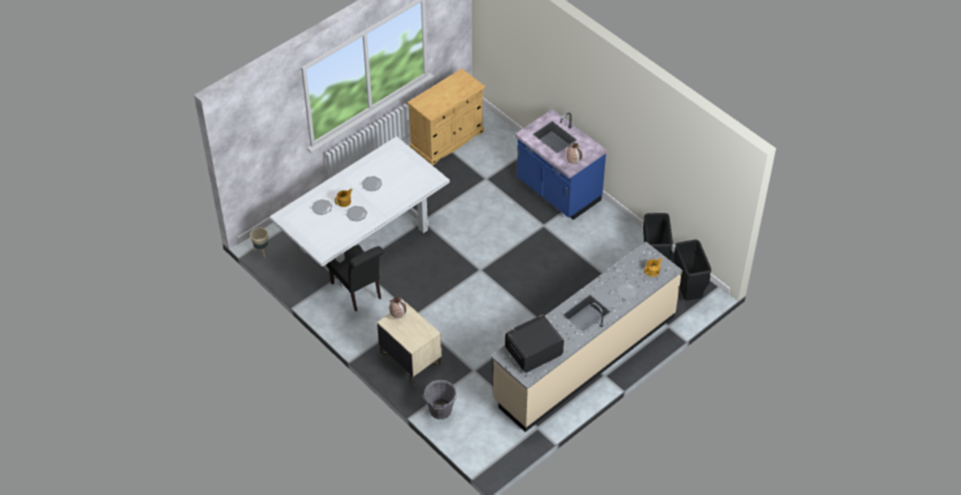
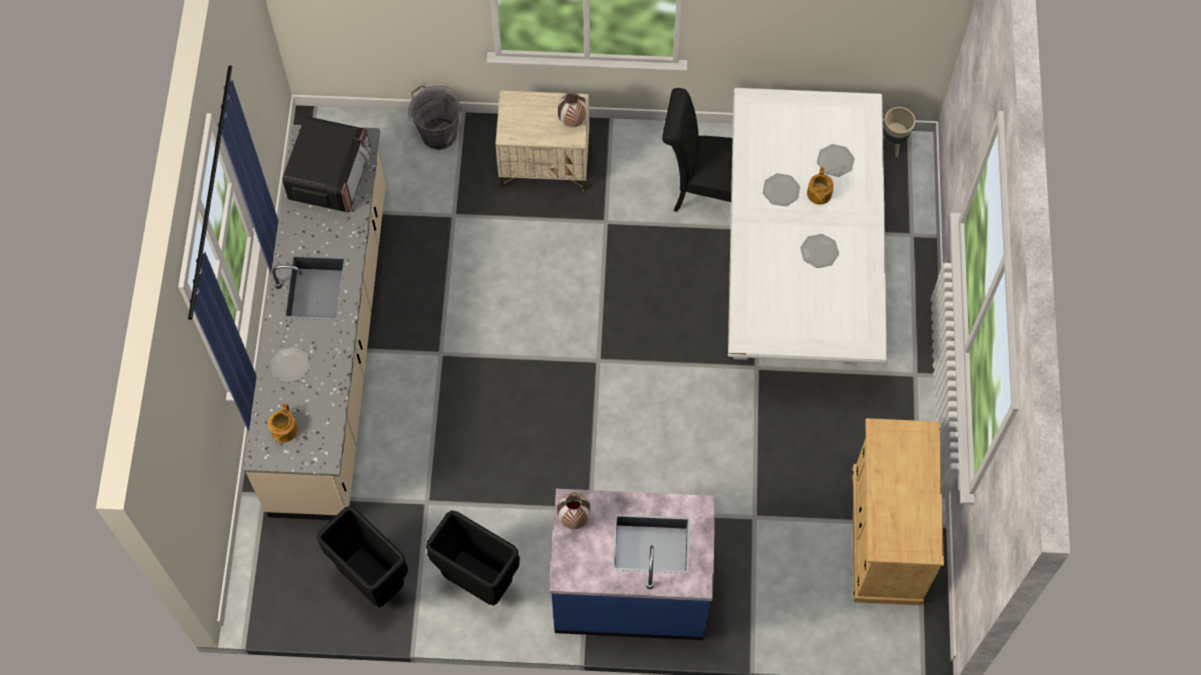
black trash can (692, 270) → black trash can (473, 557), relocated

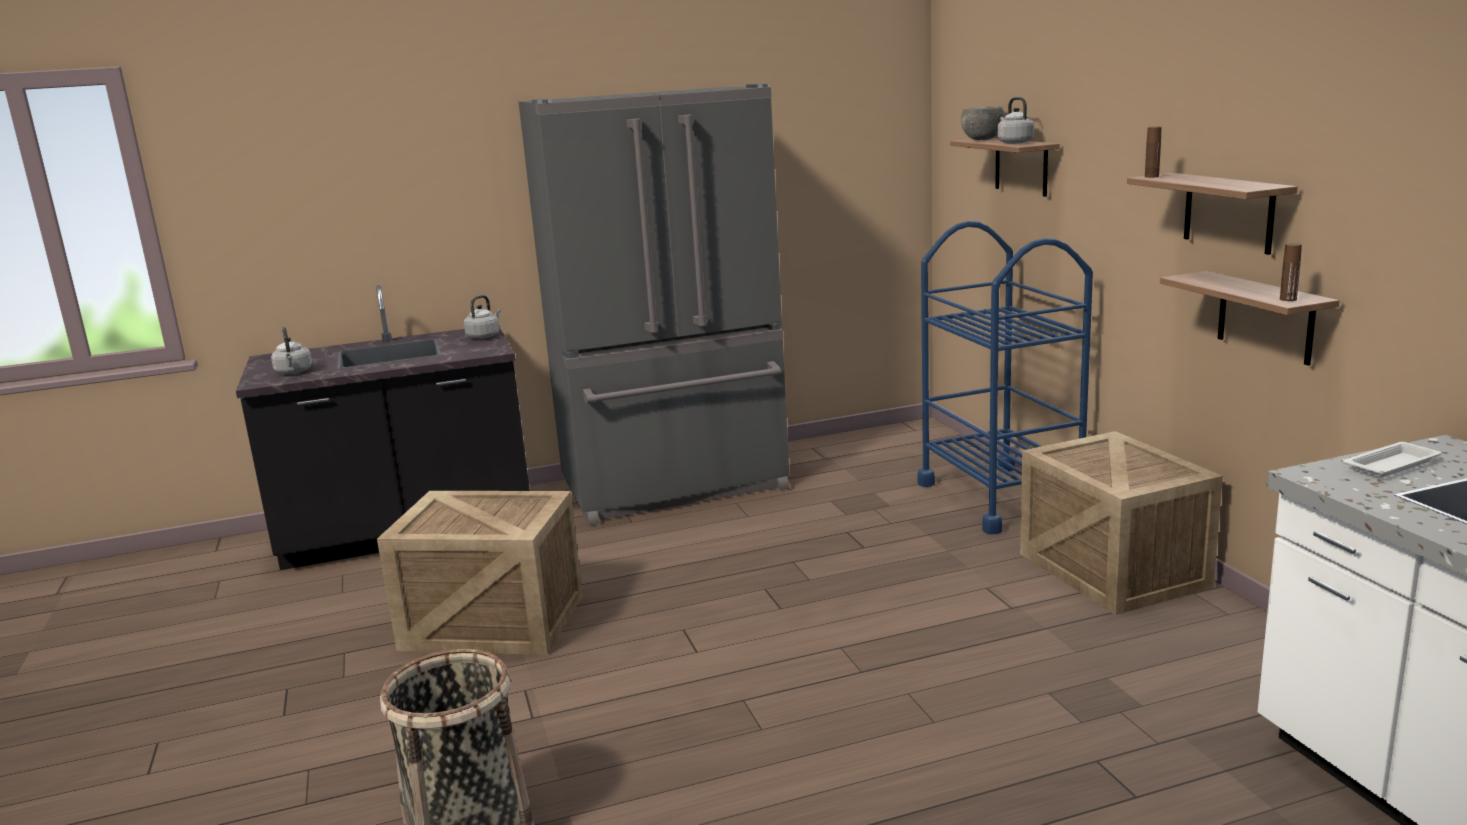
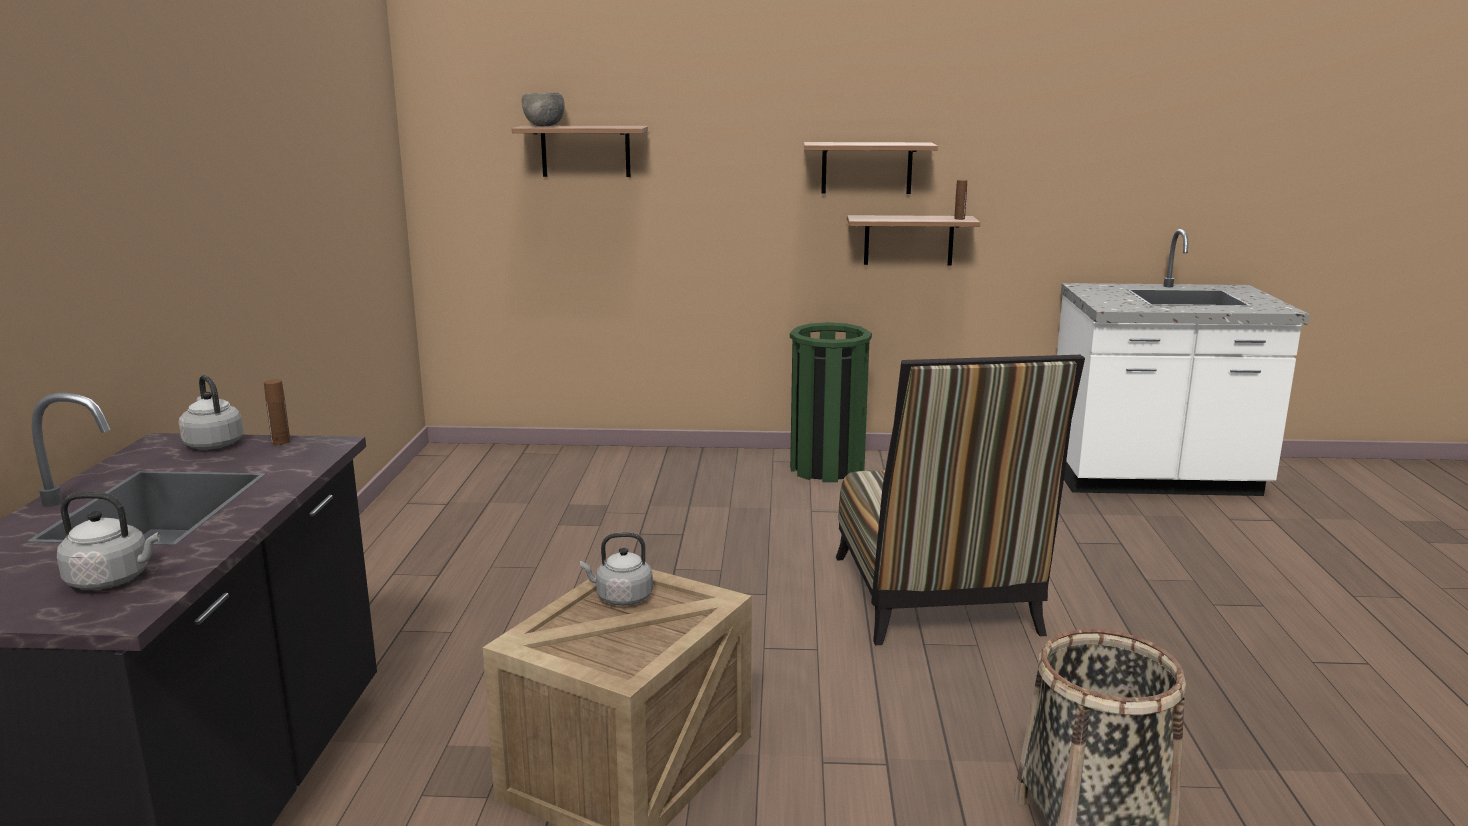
brown bottle (1153, 152) → brown bottle (277, 412), relocated
grey kettle (1015, 120) → grey kettle (616, 569), relocated
crate (1121, 523) → green trash can (831, 402)
- → chair (960, 500)
grey fridge (654, 304) → -
blue cart (1005, 378) → -
white tray (1392, 460) → -

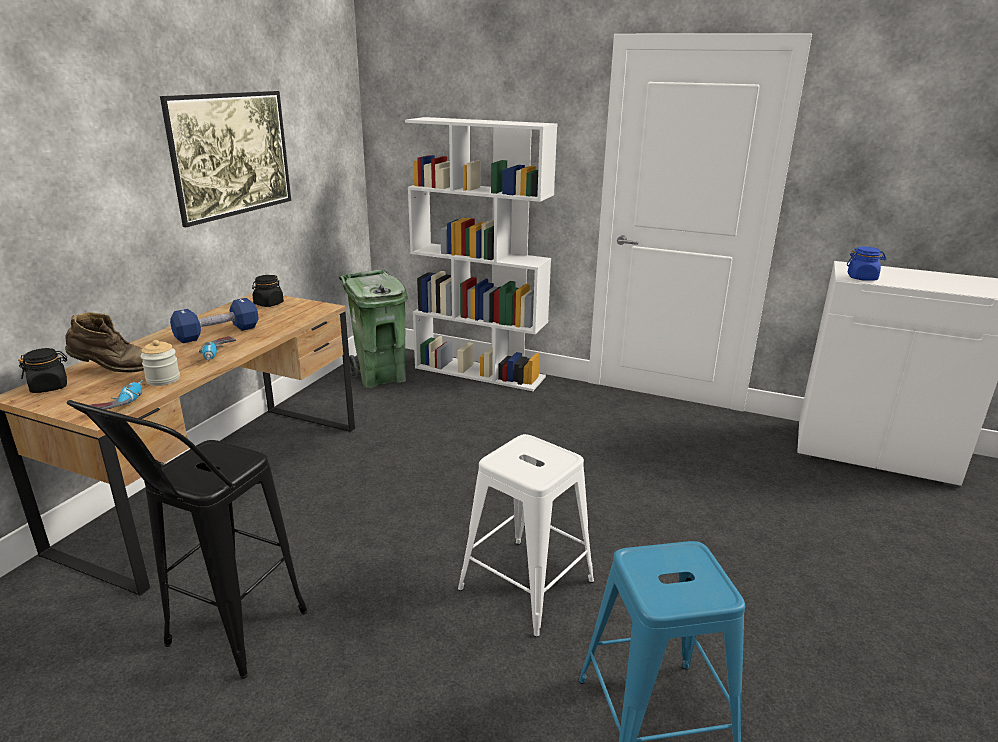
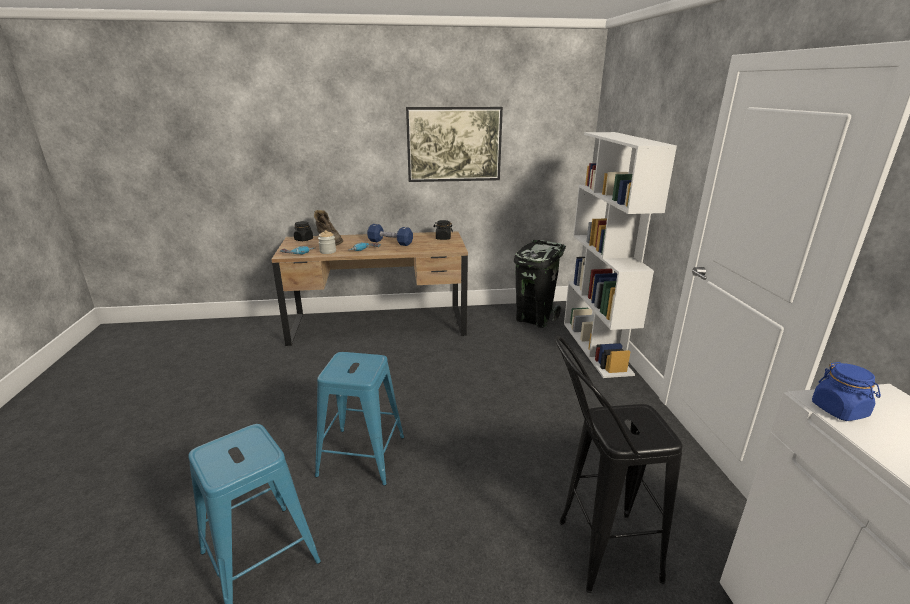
white stool (526, 535) → blue stool (359, 419)
green trash can (373, 329) → black trash can (540, 284)
black stool (187, 539) → black stool (618, 464), relocated

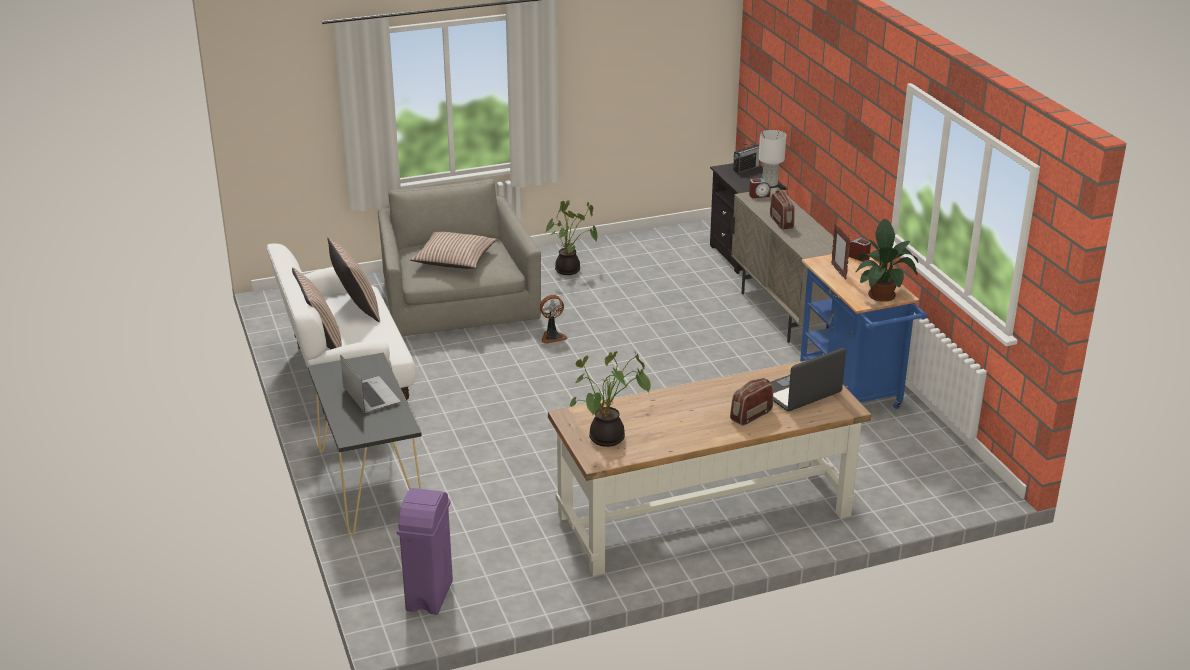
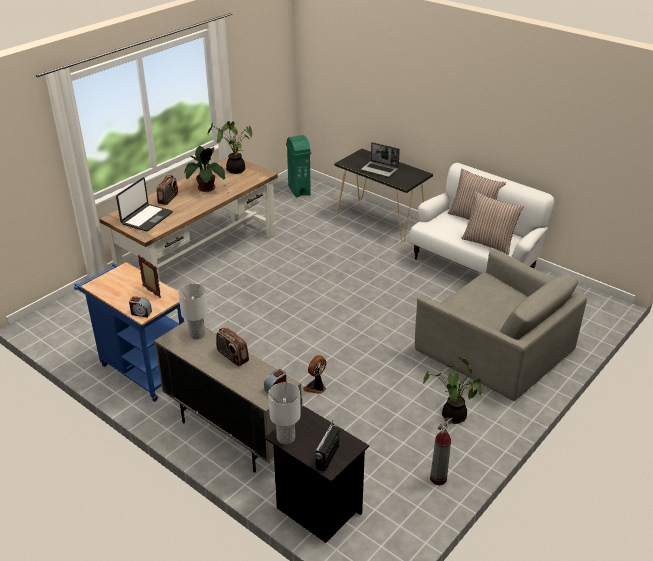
- → white table lamp (193, 311)
potted plant (886, 260) → potted plant (204, 169), relocated
purple trash can (425, 551) → green trash can (298, 166)
fan (553, 319) → fan (314, 374), relocated
- → fire extinguisher (441, 451)
pillow (453, 250) → -

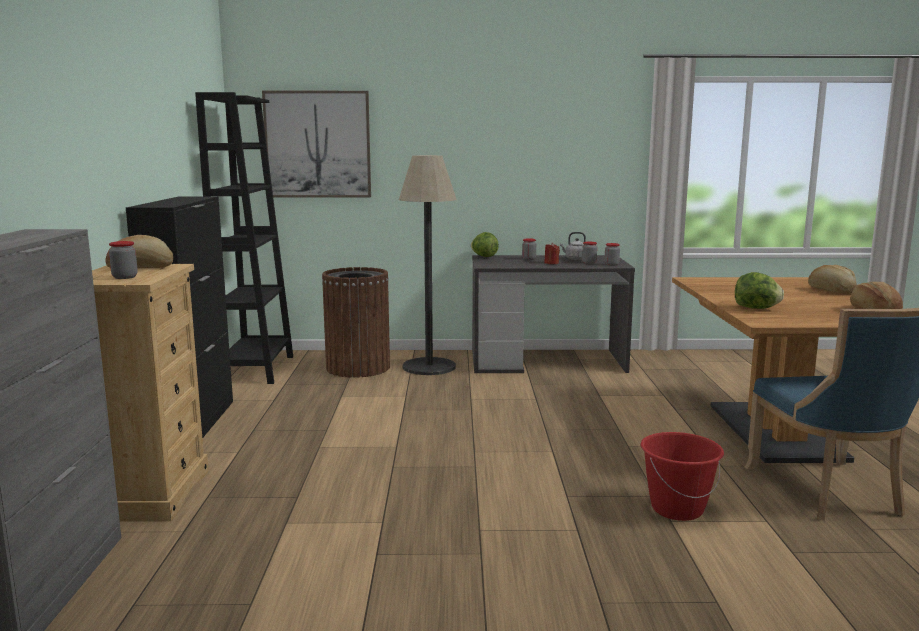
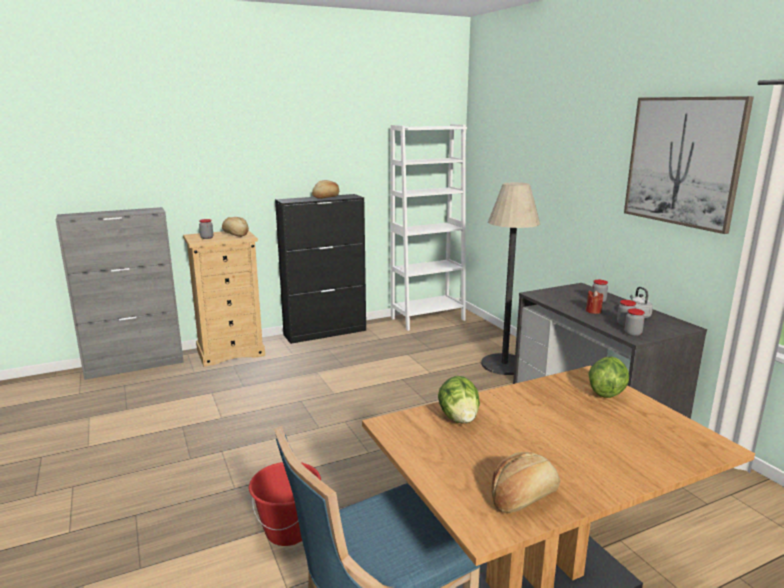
bread (832, 279) → bread (325, 189), relocated
black bookcase (244, 238) → white bookcase (429, 227)
lettuce (485, 244) → lettuce (608, 377), relocated
picture (316, 144) → picture (689, 165), relocated
brown trash can (356, 322) → -

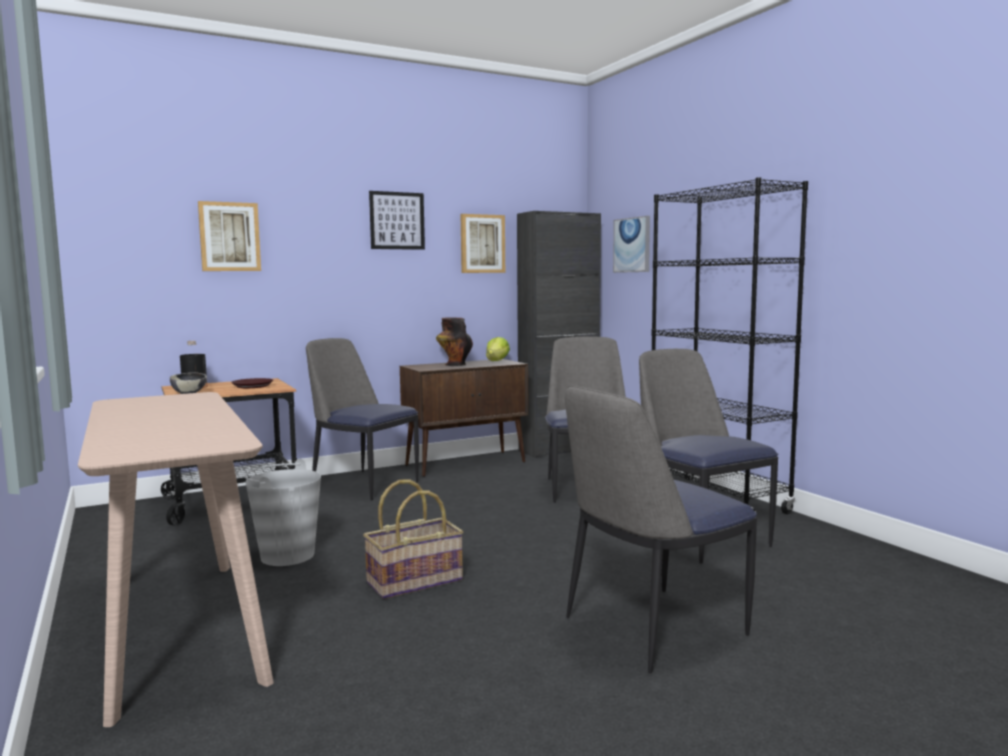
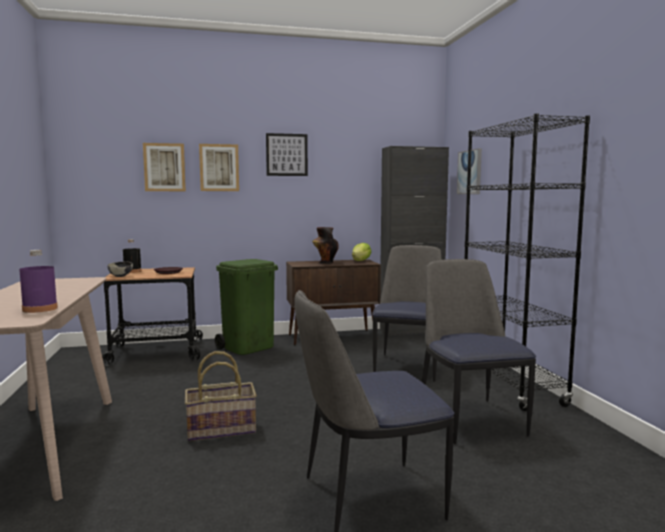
- → purple bottle (38, 281)
picture (483, 243) → picture (219, 167), relocated
chair (362, 419) → green trash can (246, 307)
grey bucket (283, 512) → -

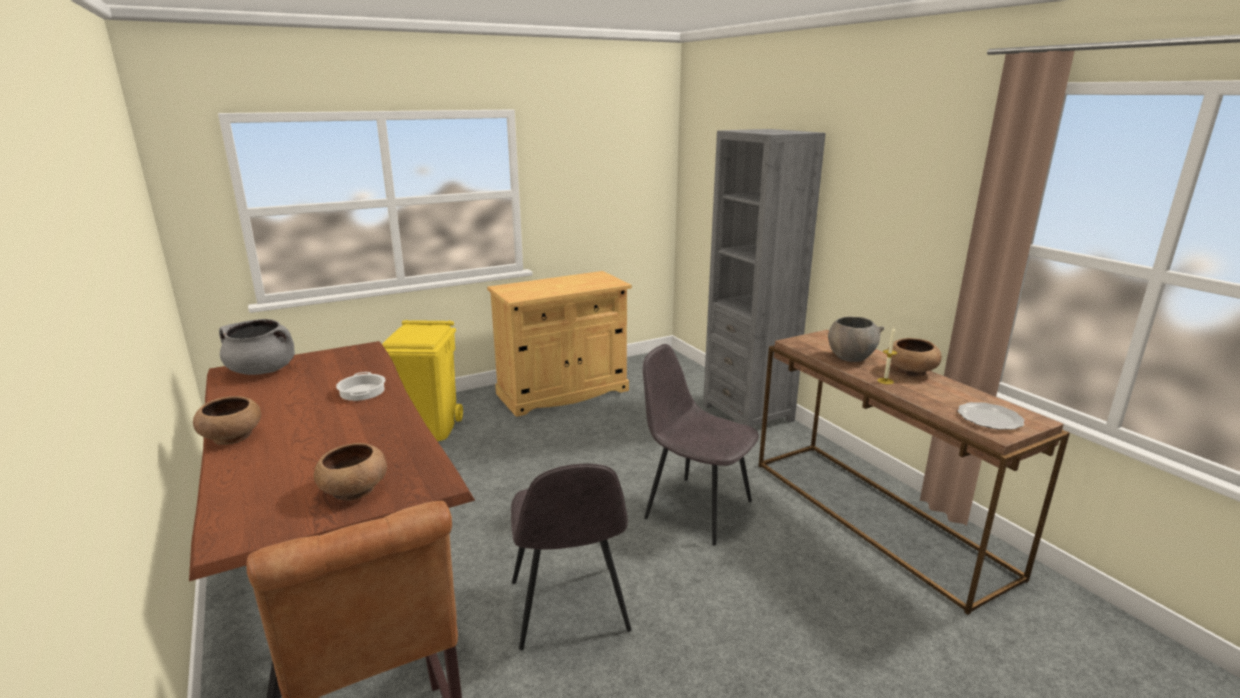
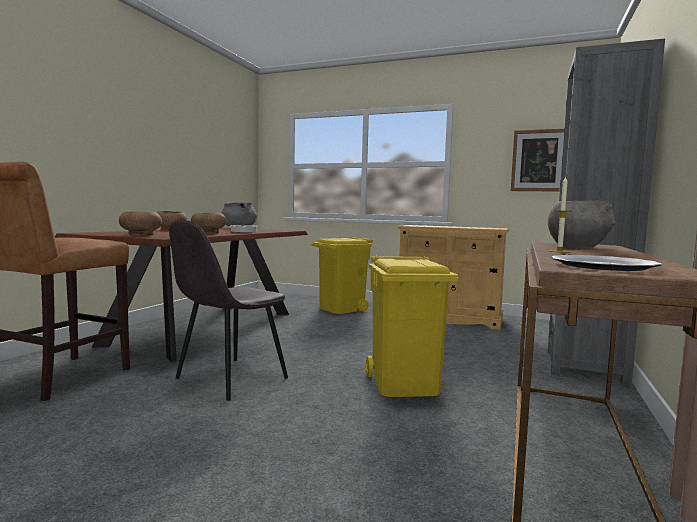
brown bowl (914, 357) → brown bowl (208, 223), relocated
grey chair (701, 444) → yellow trash can (412, 326)
- → picture (537, 160)

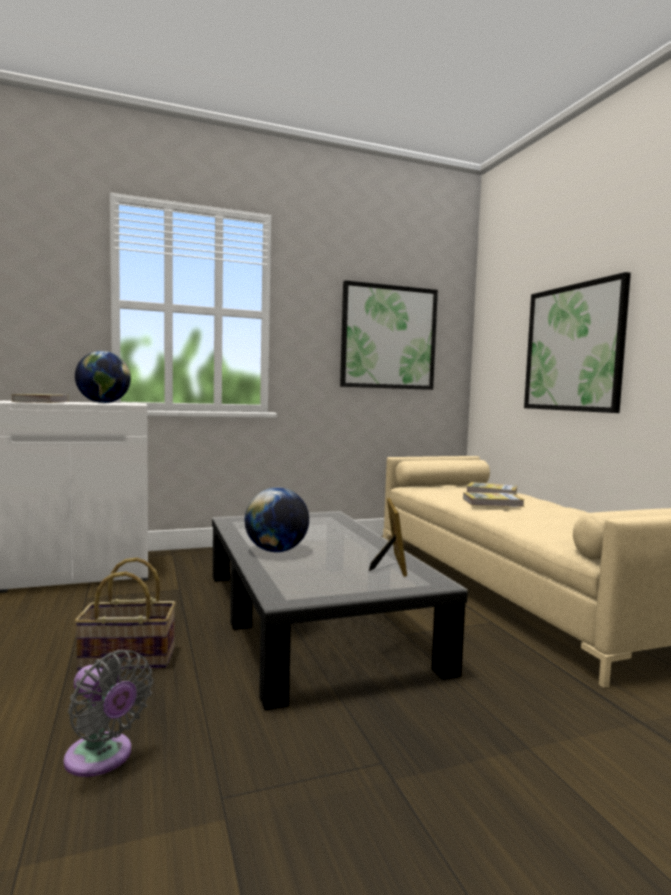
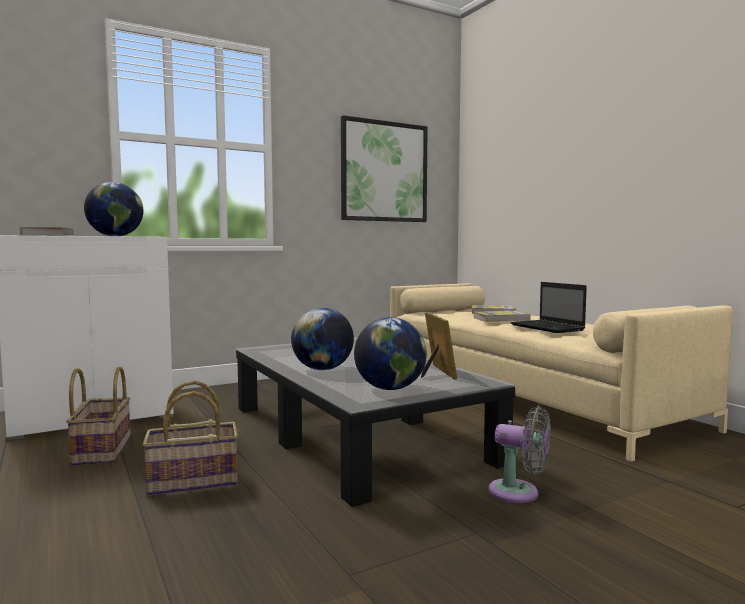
- → basket (98, 416)
- → globe (390, 353)
grey fan (108, 713) → grey fan (520, 454), relocated
- → laptop (549, 307)
picture (577, 342) → -

